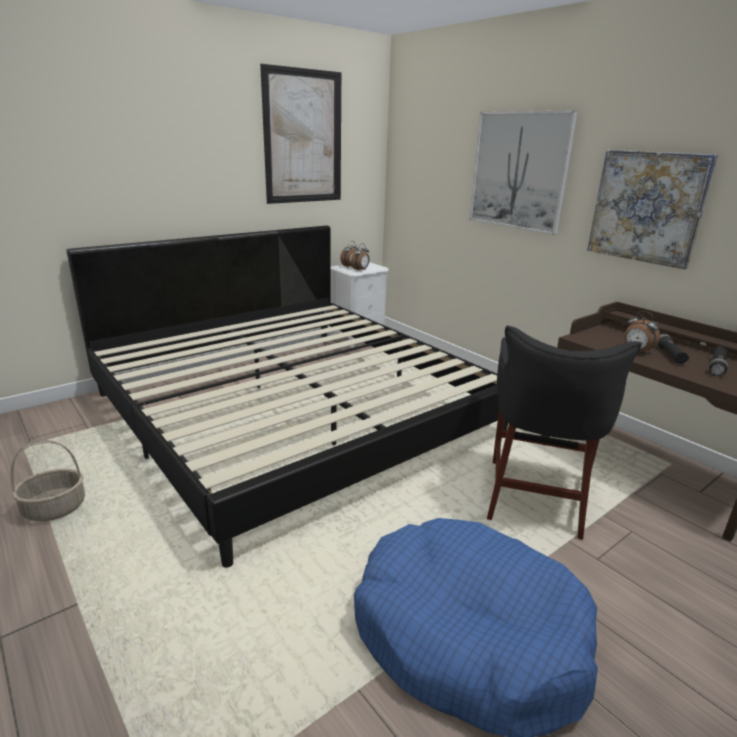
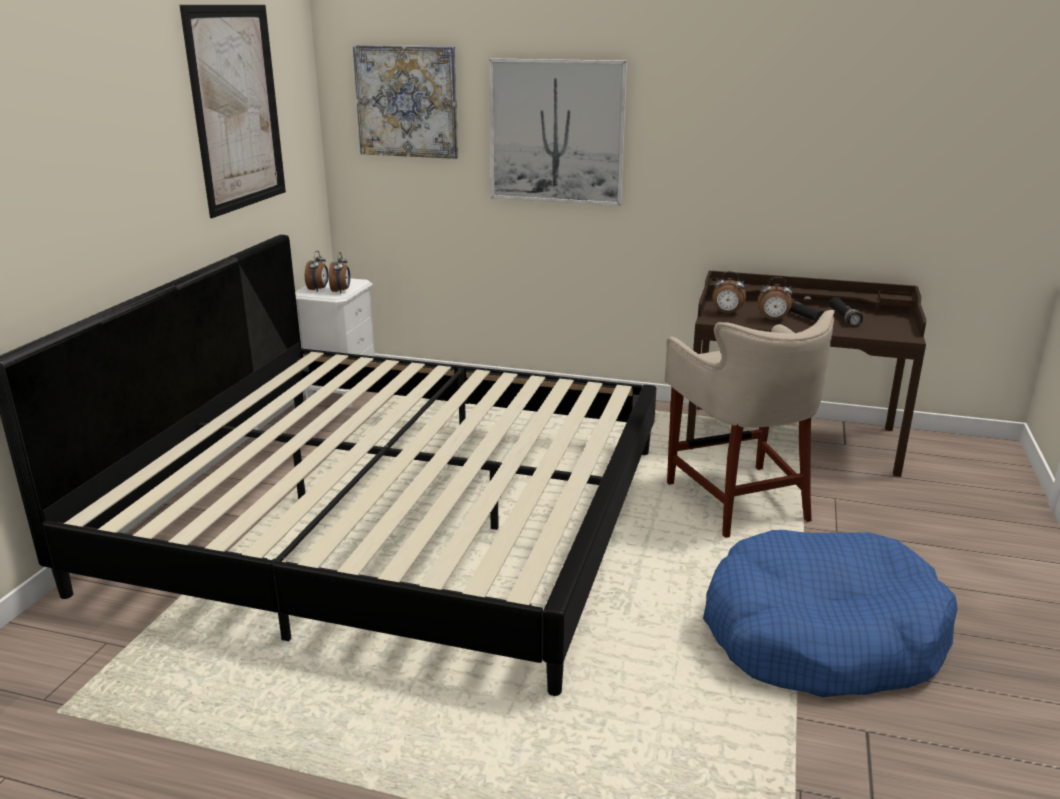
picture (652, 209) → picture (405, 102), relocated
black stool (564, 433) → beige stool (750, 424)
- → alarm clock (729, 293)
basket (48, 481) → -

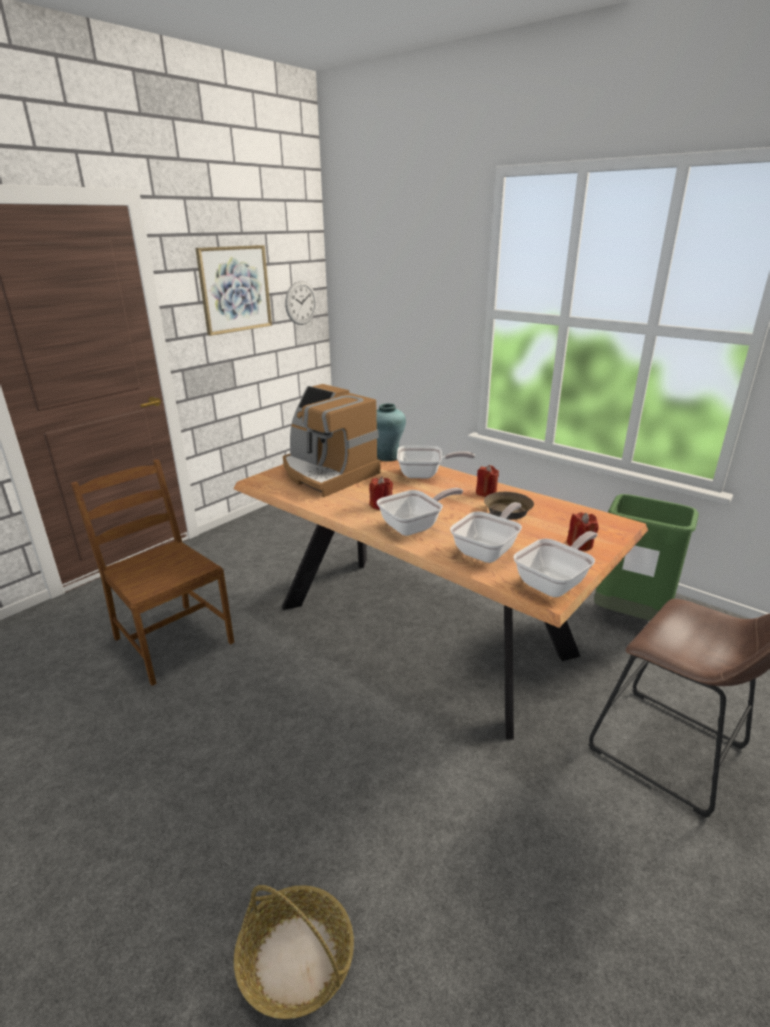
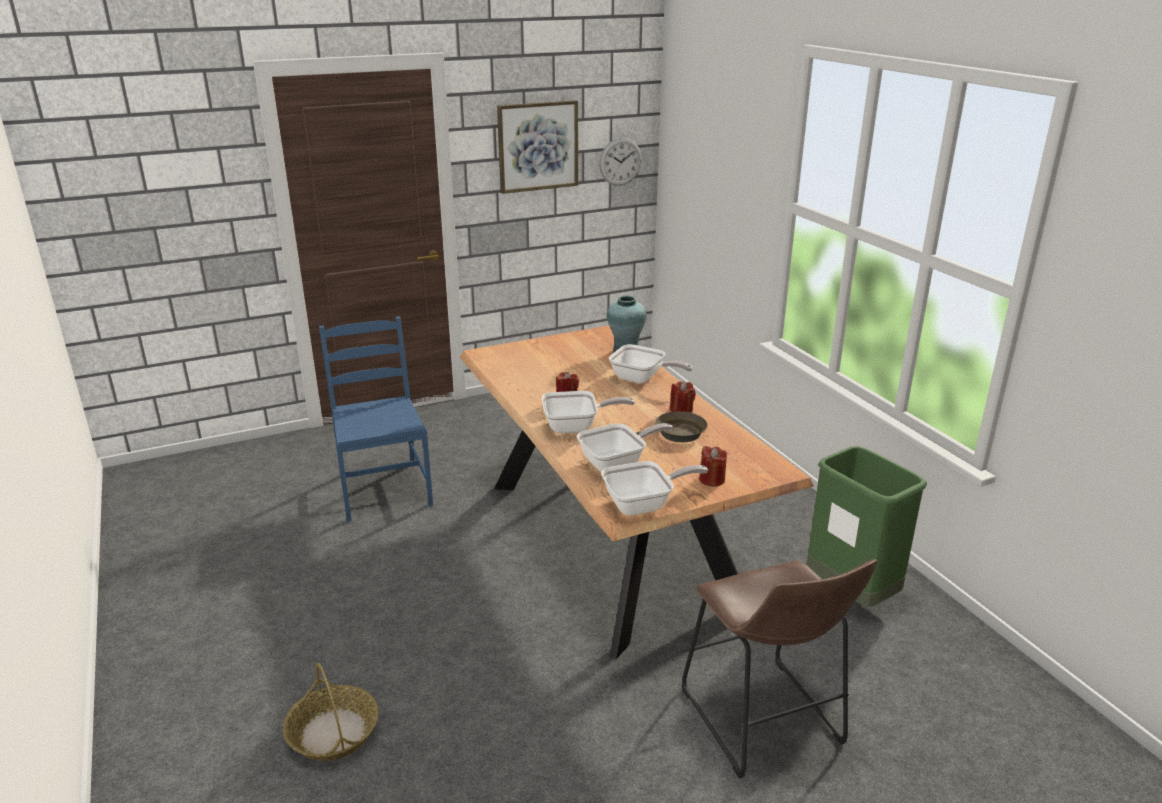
brown chair (152, 572) → blue chair (376, 419)
coffee machine (331, 440) → -

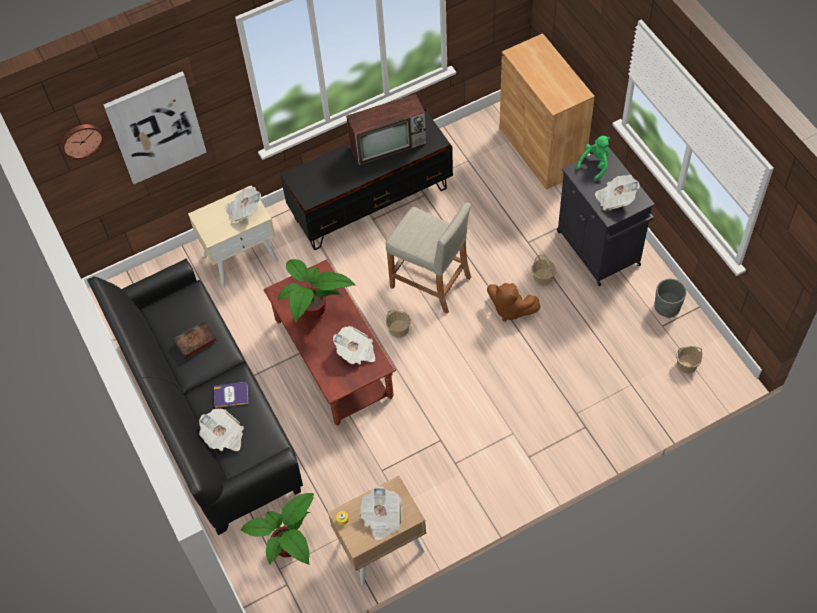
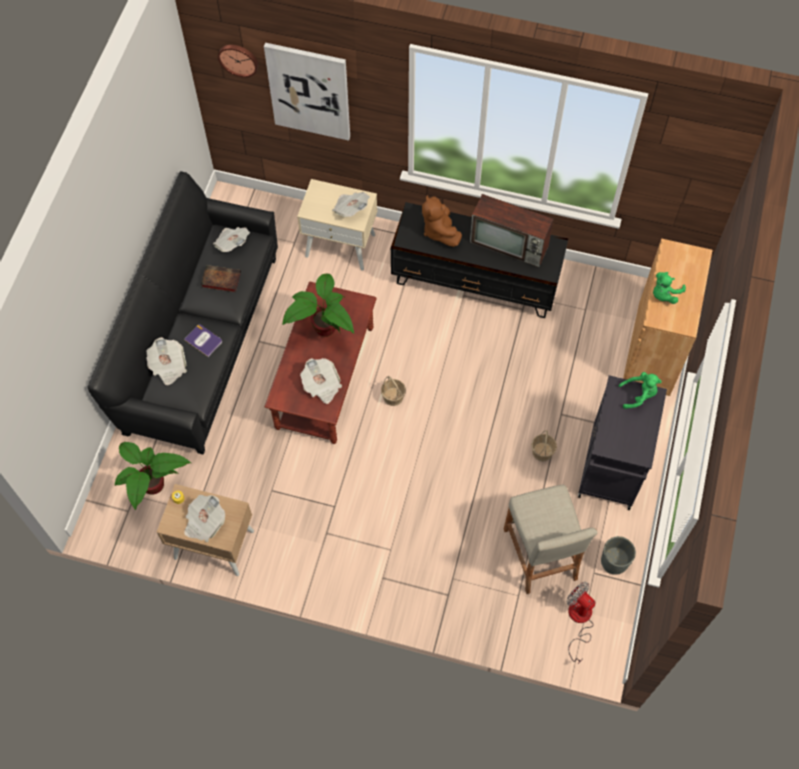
newspaper (617, 192) → newspaper (231, 239), relocated
brown plush toy (514, 302) → brown plush toy (442, 221), relocated
beige stool (428, 258) → beige stool (550, 539), relocated
basket (689, 359) → fan (581, 623)
- → green plush toy (669, 288)

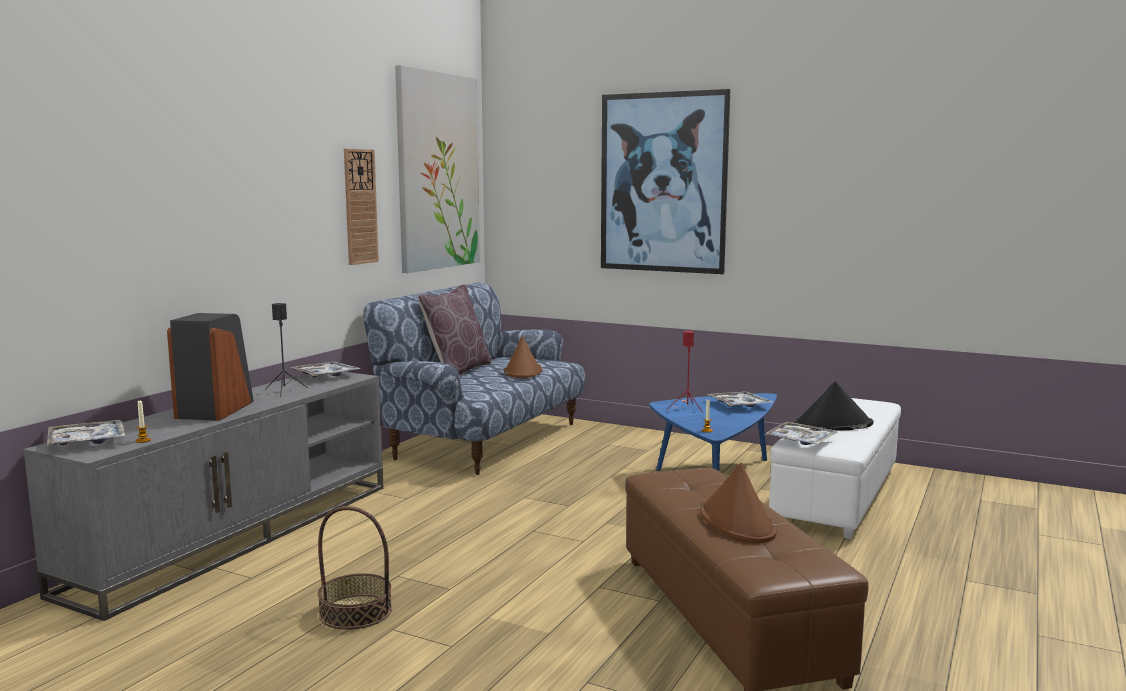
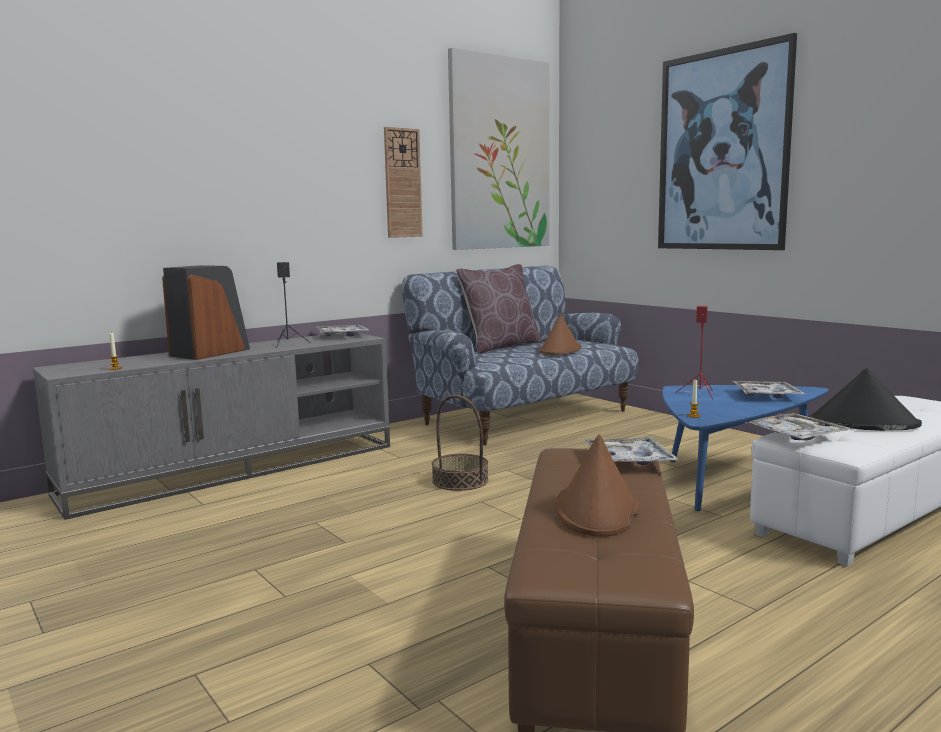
basket (355, 568) → basket (460, 443), relocated
tray (86, 432) → tray (631, 451), relocated

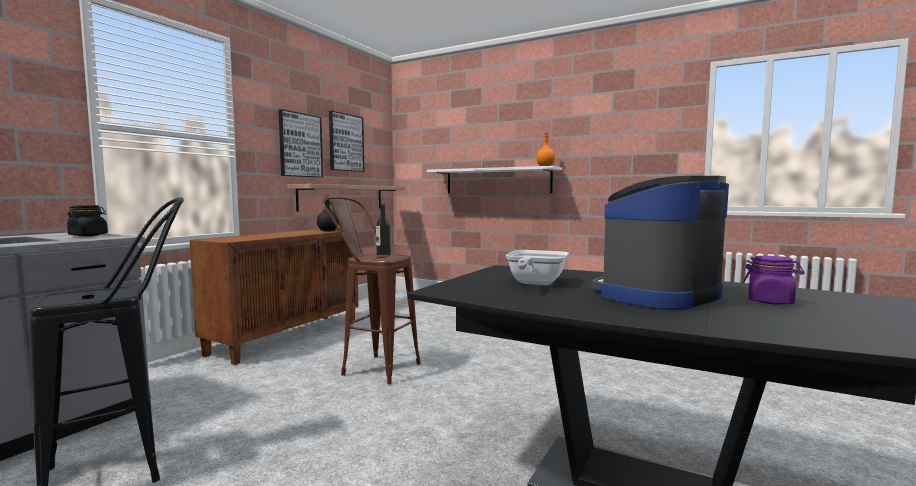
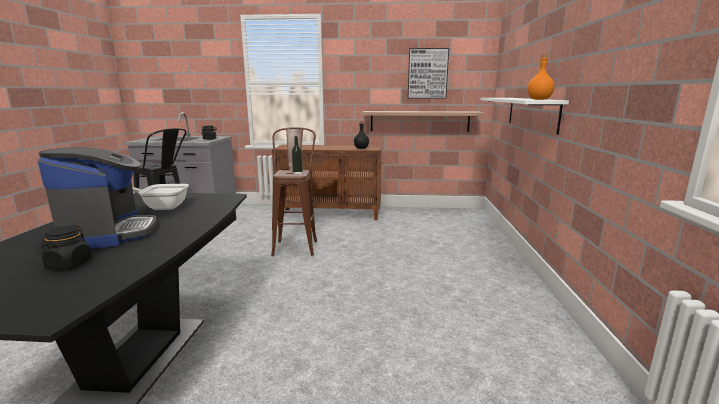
coffee machine (660, 243) → coffee machine (97, 198), 45 degrees clockwise
purple jar (774, 280) → black jar (66, 247)
picture (301, 143) → -

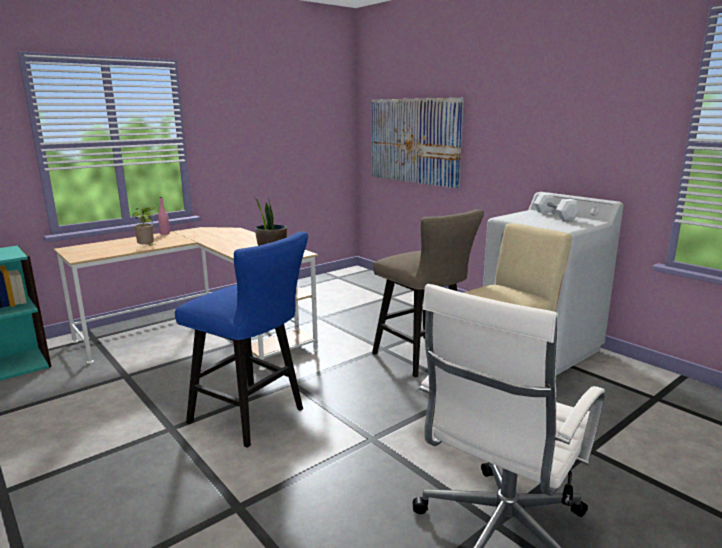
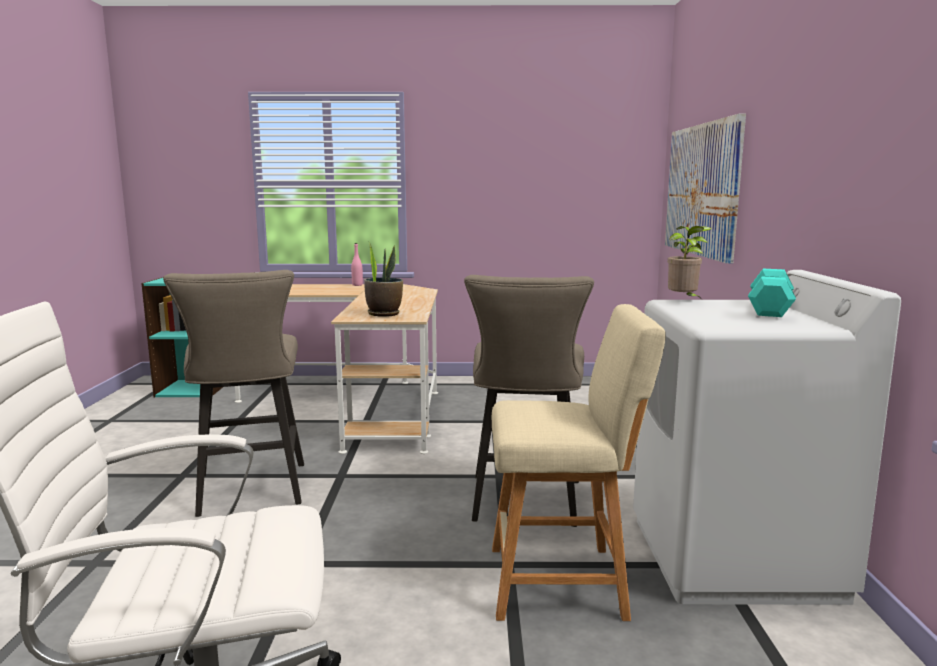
blue stool (241, 340) → beige stool (233, 393)
potted plant (145, 226) → potted plant (690, 262), relocated
white dumbbell (557, 206) → turquoise dumbbell (772, 293)

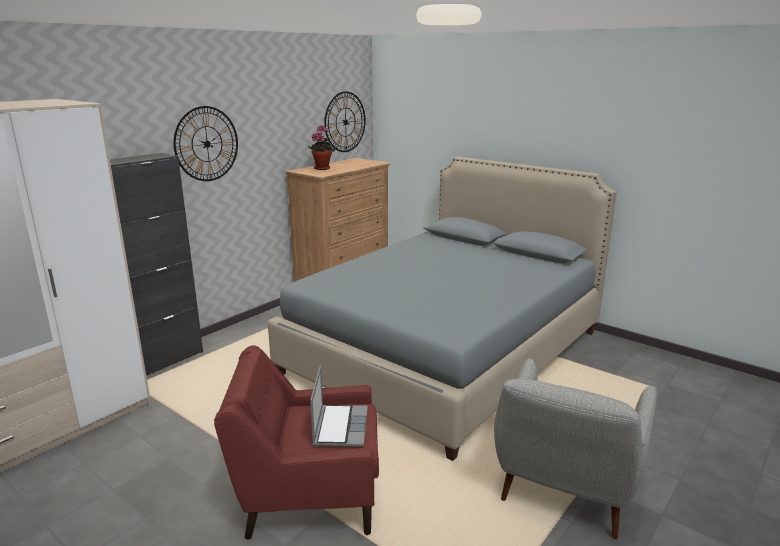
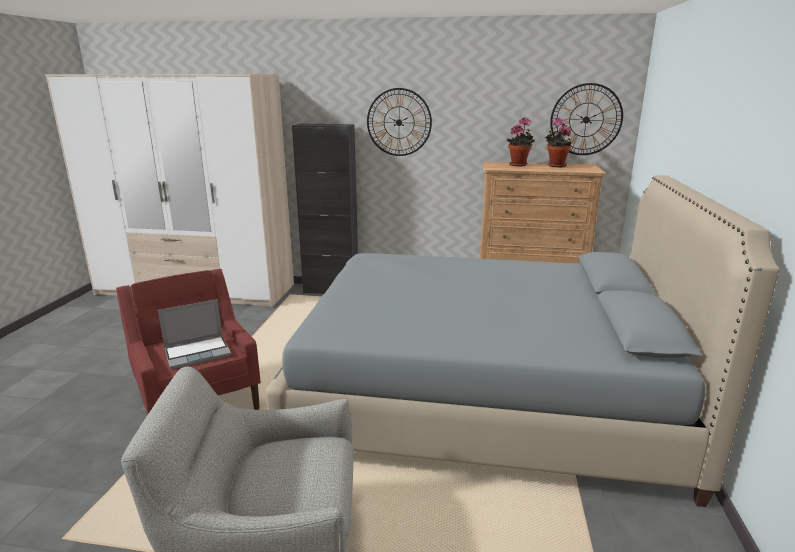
- → potted plant (558, 142)

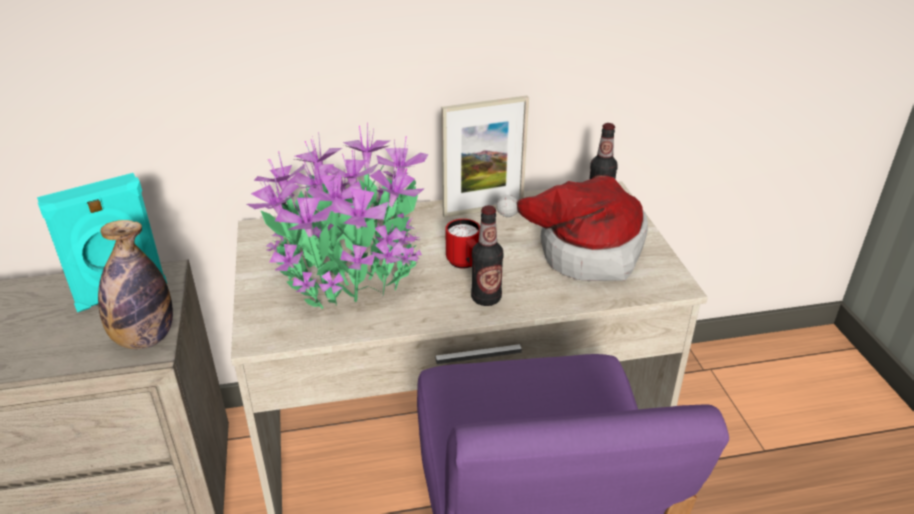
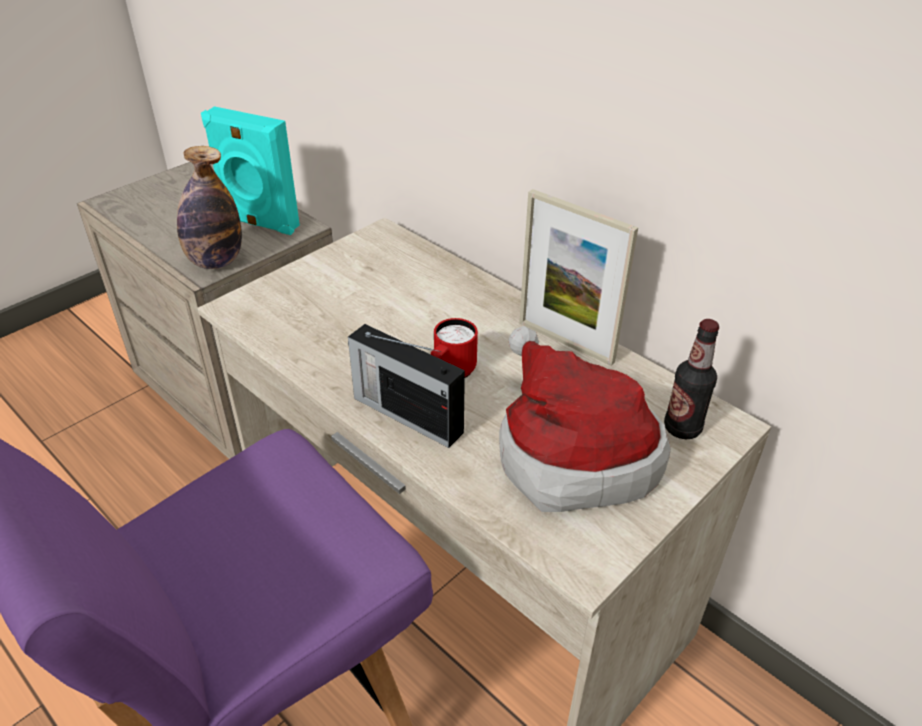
bottle (487, 255) → radio (406, 386)
potted plant (337, 216) → -

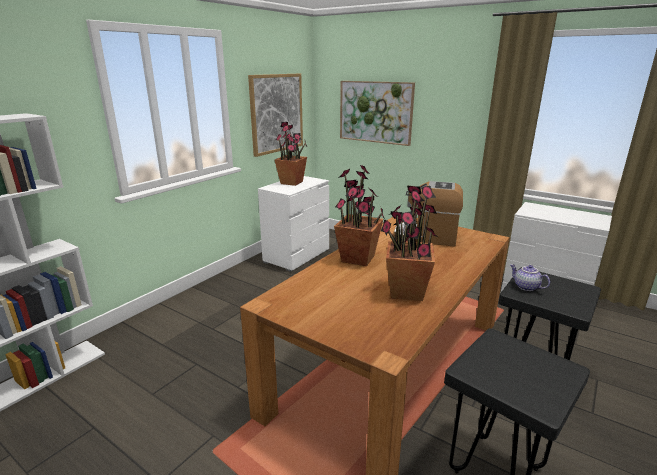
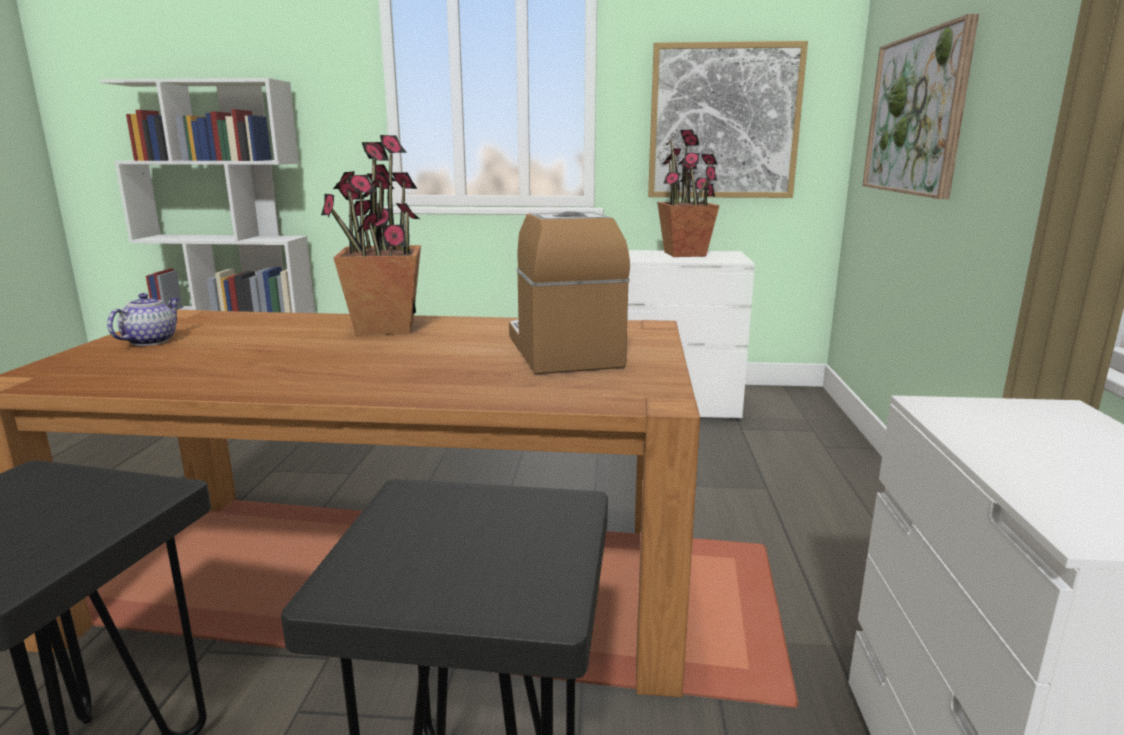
teapot (530, 277) → teapot (143, 319), relocated
potted plant (409, 243) → -

